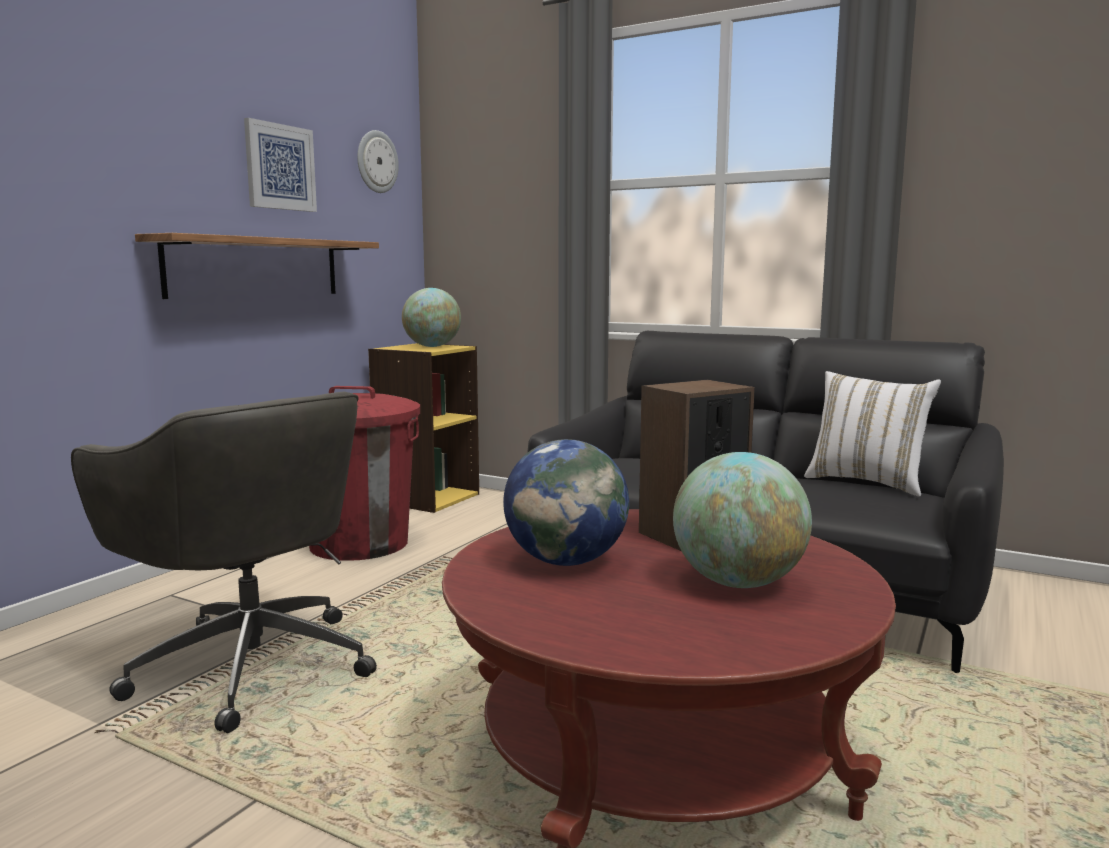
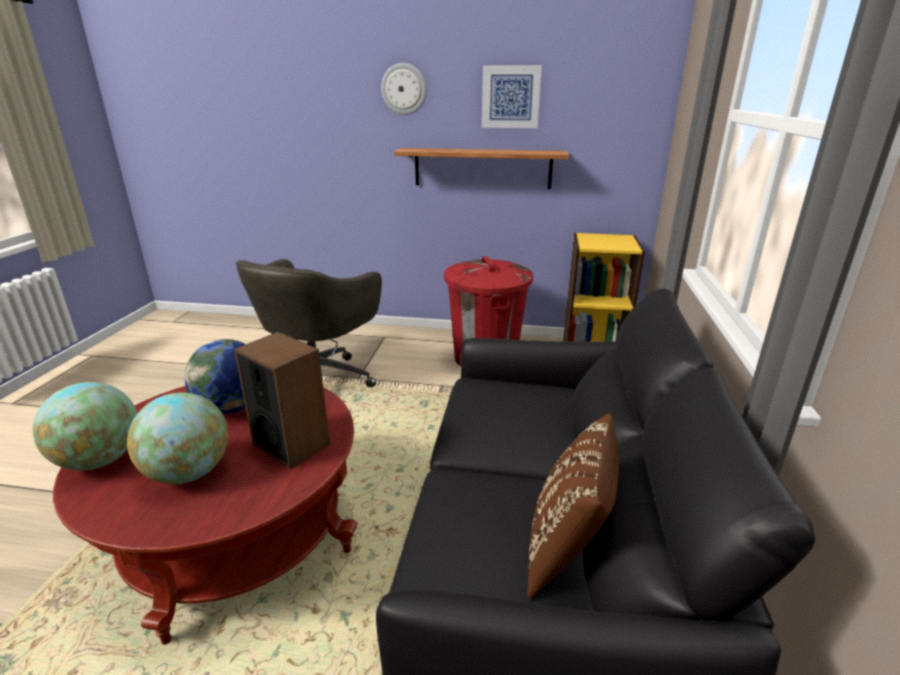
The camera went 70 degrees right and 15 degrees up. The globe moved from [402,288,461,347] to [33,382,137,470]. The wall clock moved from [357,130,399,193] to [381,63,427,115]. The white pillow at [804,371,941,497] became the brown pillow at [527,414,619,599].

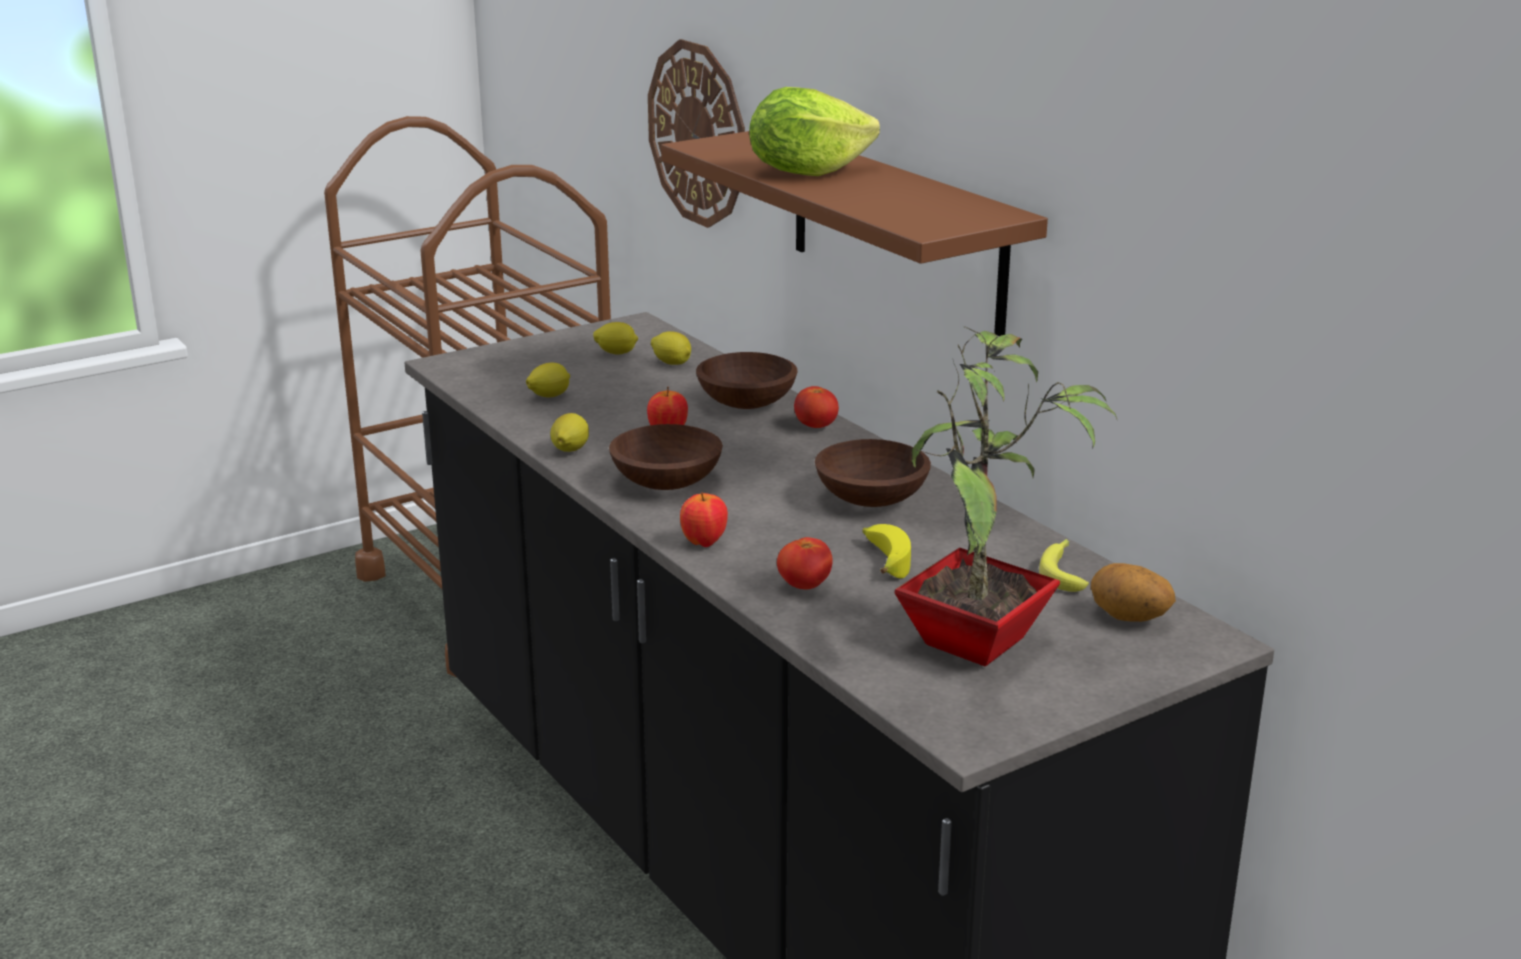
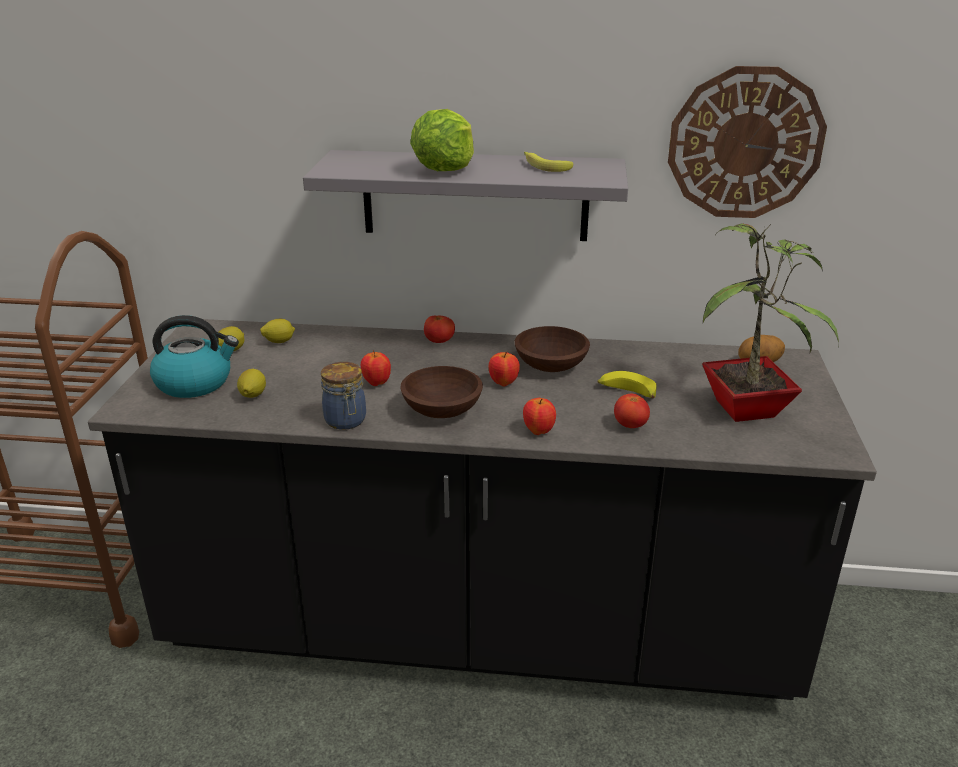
The camera went 50 degrees left and 5 degrees up. The kettle at [150,315,239,398] appeared. The brown shelf at [662,131,1048,336] became the grey shelf at [303,150,628,241]. The lemon at [550,413,589,452] was replaced by the jar at [321,362,366,430]. The apple at [489,352,520,386] appeared. The banana moved from [1039,539,1089,592] to [524,152,573,172]. The wall clock moved from [648,39,745,228] to [668,66,827,218]. The brown bowl at [696,352,798,409] disappeared.

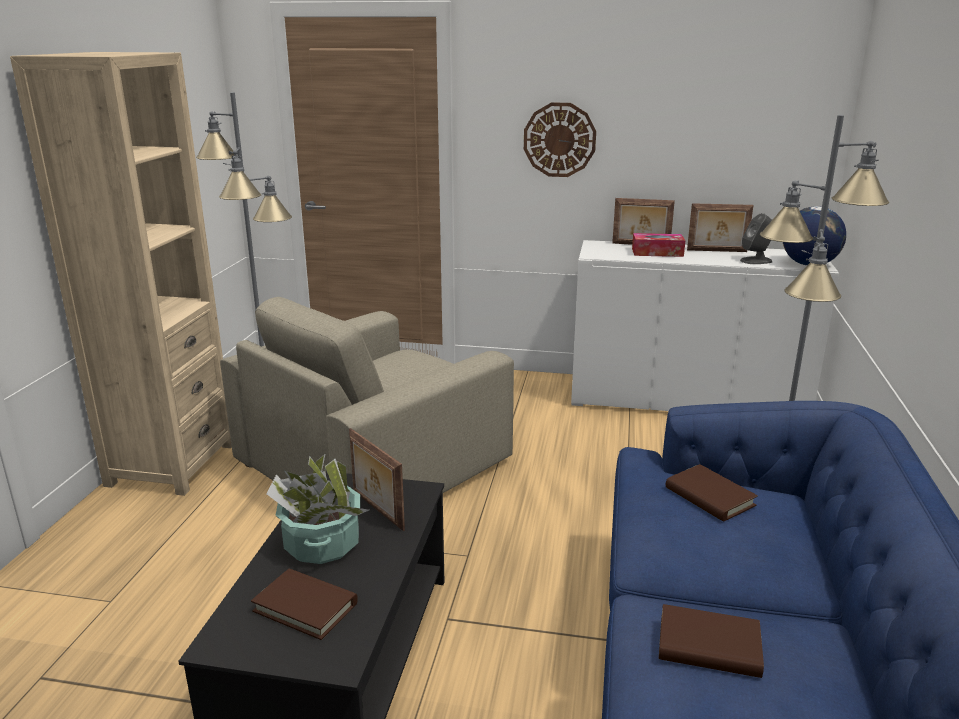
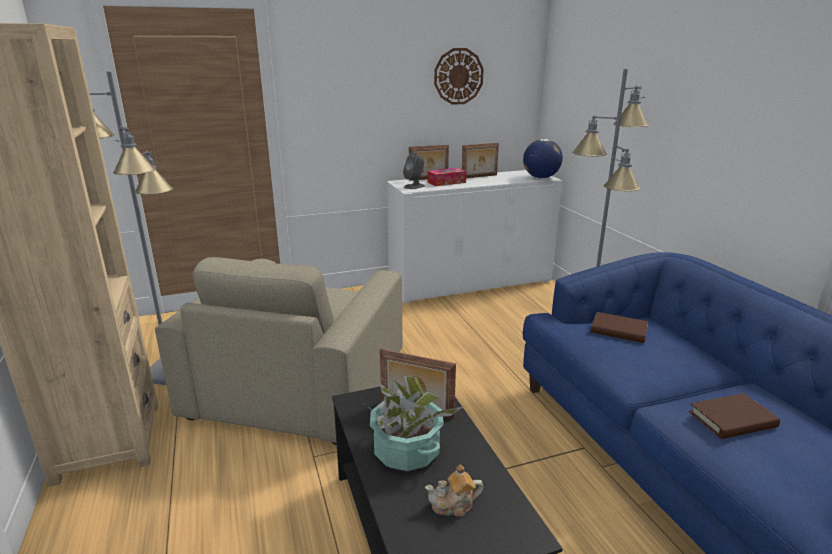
The camera went 30 degrees left and 0 degrees up. The grey speaker moved from [740,213,772,264] to [403,152,425,189]. The brown book at [251,569,358,640] was replaced by the teapot at [425,464,483,517]. The wall clock moved from [524,102,596,177] to [434,48,484,105].

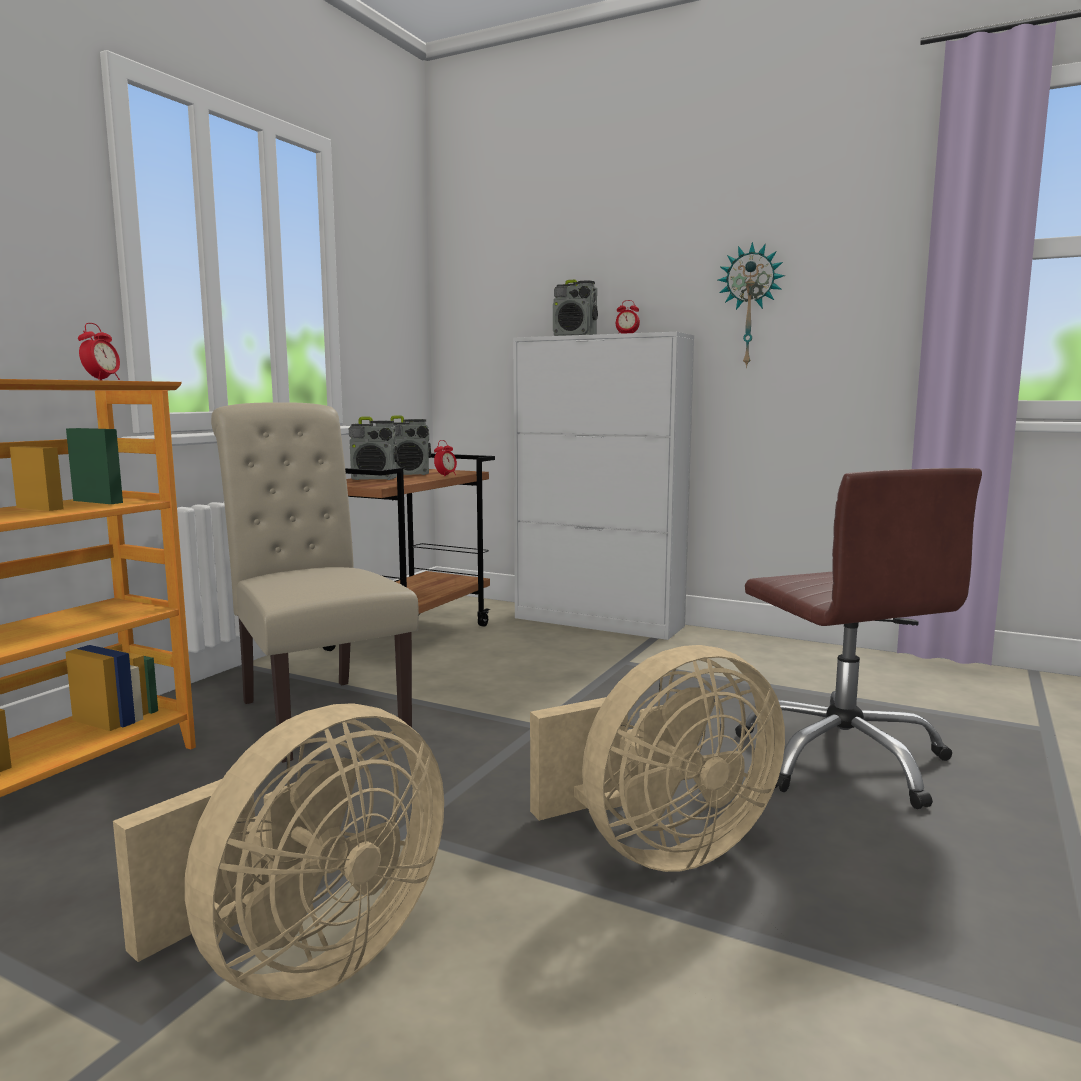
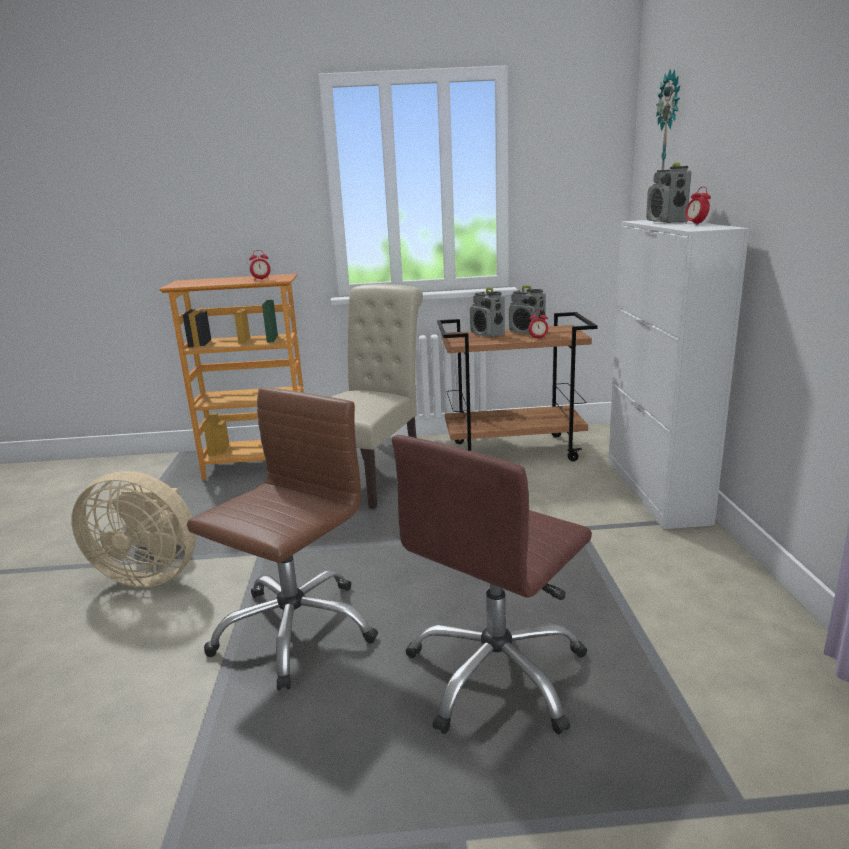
The camera went 60 degrees right and 10 degrees up. The beige fan at [530,645,785,872] was replaced by the brown office chair at [187,387,378,690]. The wall clock moved from [718,242,785,368] to [656,69,680,170].

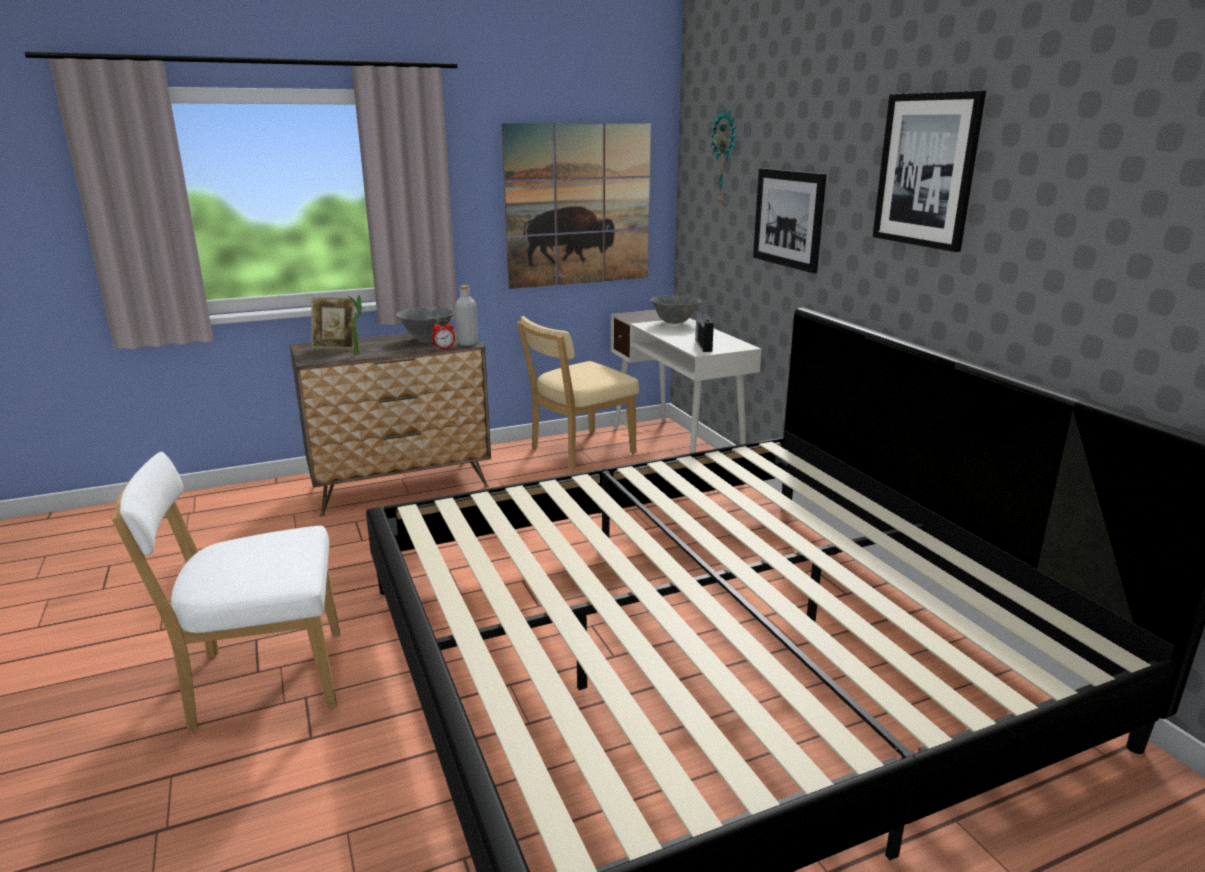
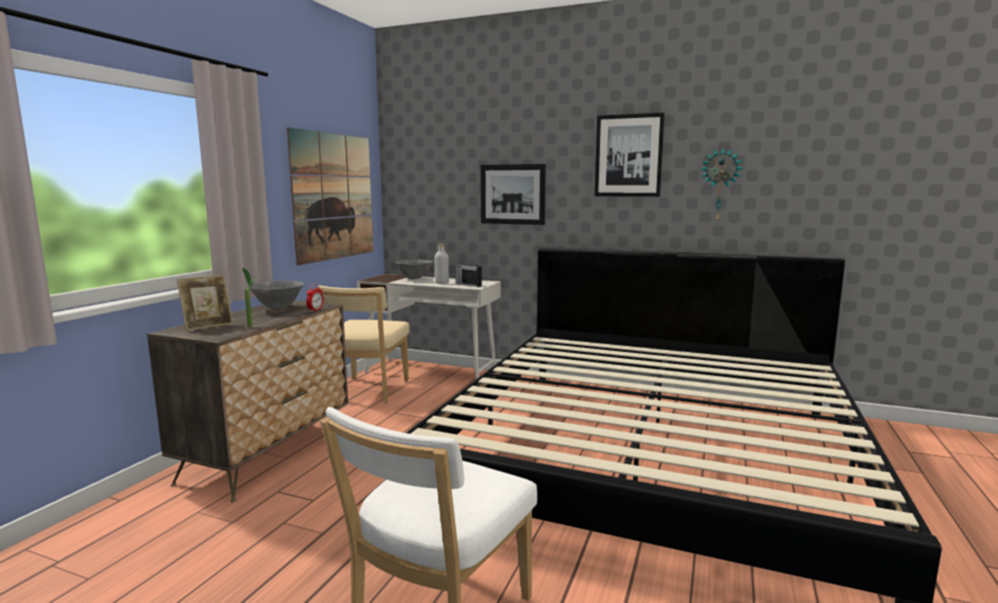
The camera went 45 degrees left and 10 degrees down. The grey bottle moved from [455,285,478,346] to [434,244,449,284]. The wall clock moved from [711,109,737,203] to [701,148,744,223].

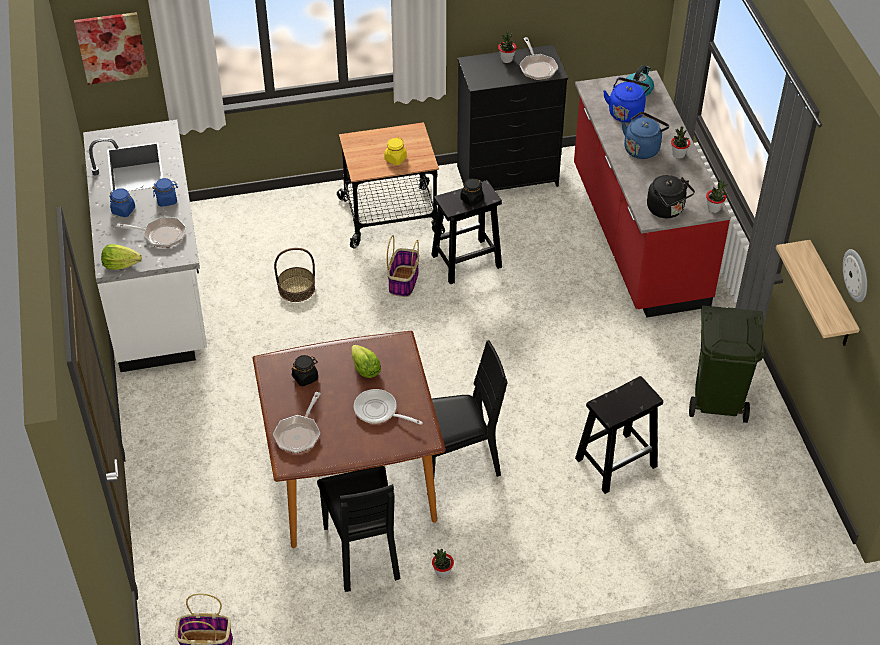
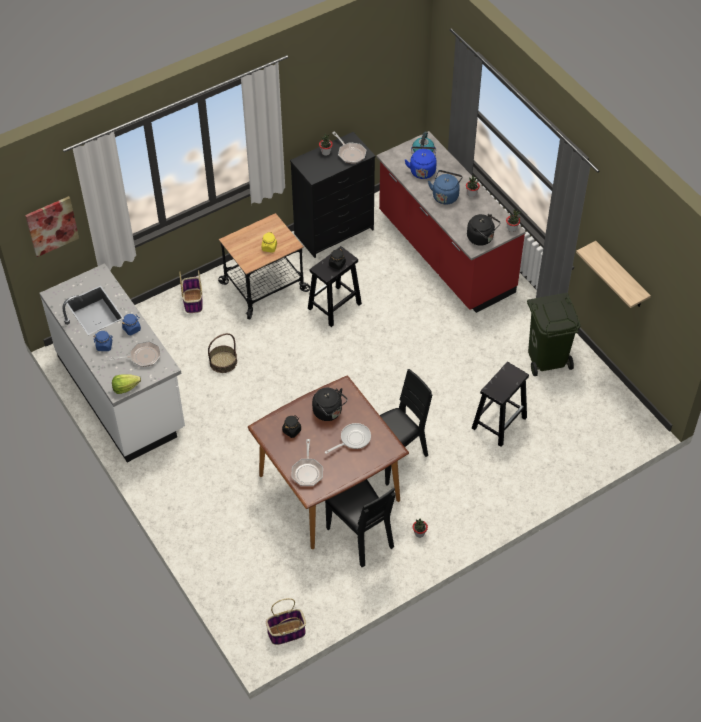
The camera went 20 degrees left and 5 degrees up. The basket moved from [387,235,419,297] to [179,270,203,313]. The lettuce at [351,345,381,378] was replaced by the black kettle at [312,388,348,421]. The frying pan at [354,389,423,425] turned 135 degrees clockwise. The wall clock at [843,249,867,302] disappeared.

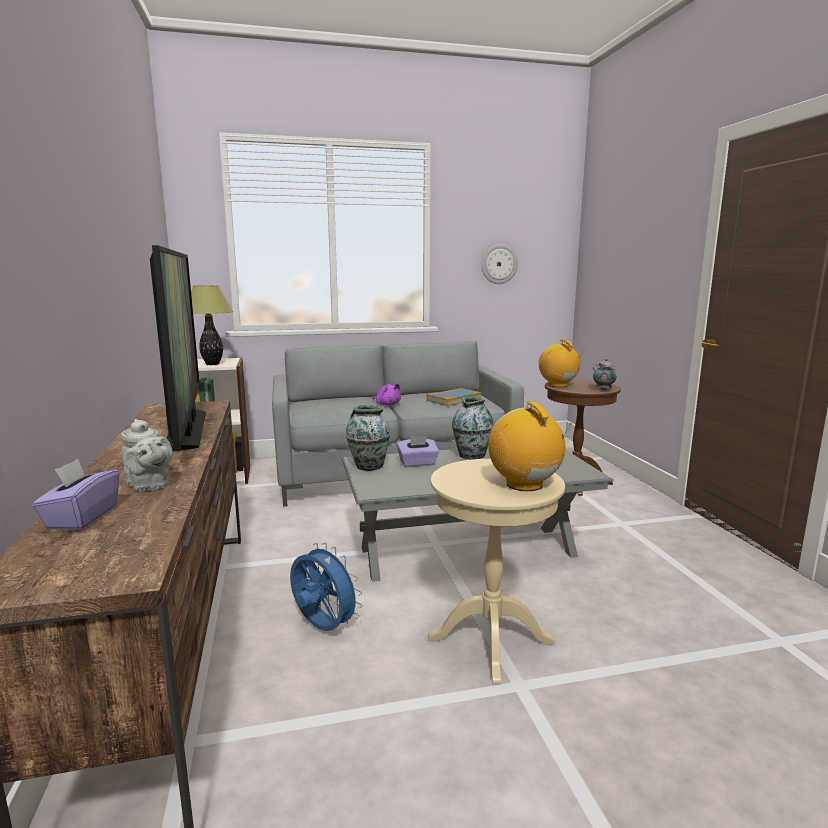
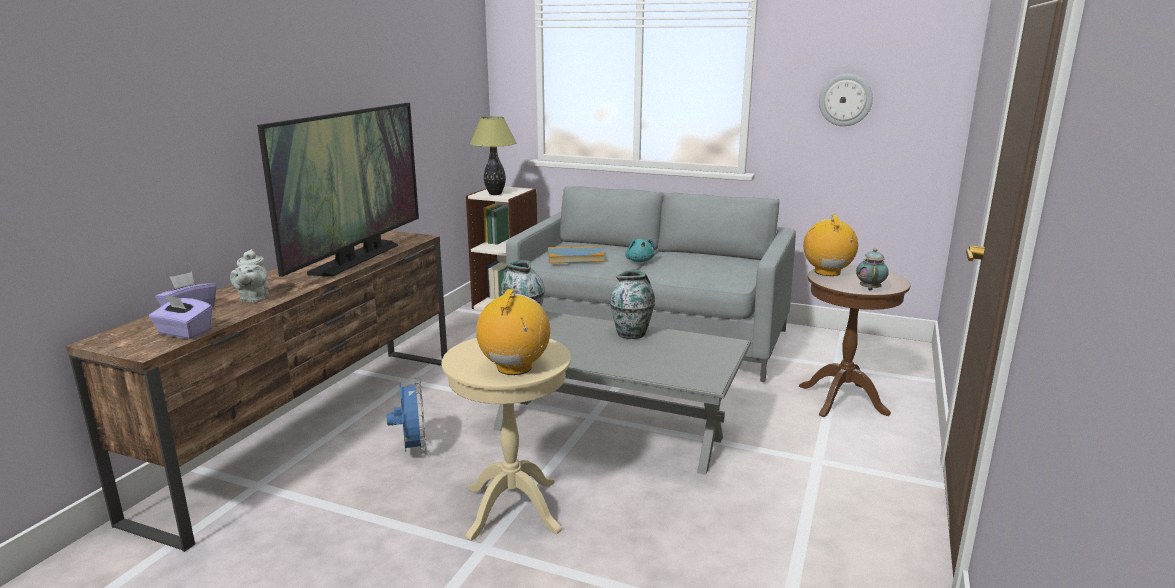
The camera went 35 degrees right and 5 degrees up. The purple tissue box moved from [397,436,439,467] to [149,295,213,339]. The book moved from [427,388,482,406] to [548,246,604,264]. The purple plush toy at [372,383,401,406] became the turquoise plush toy at [625,239,654,262].

